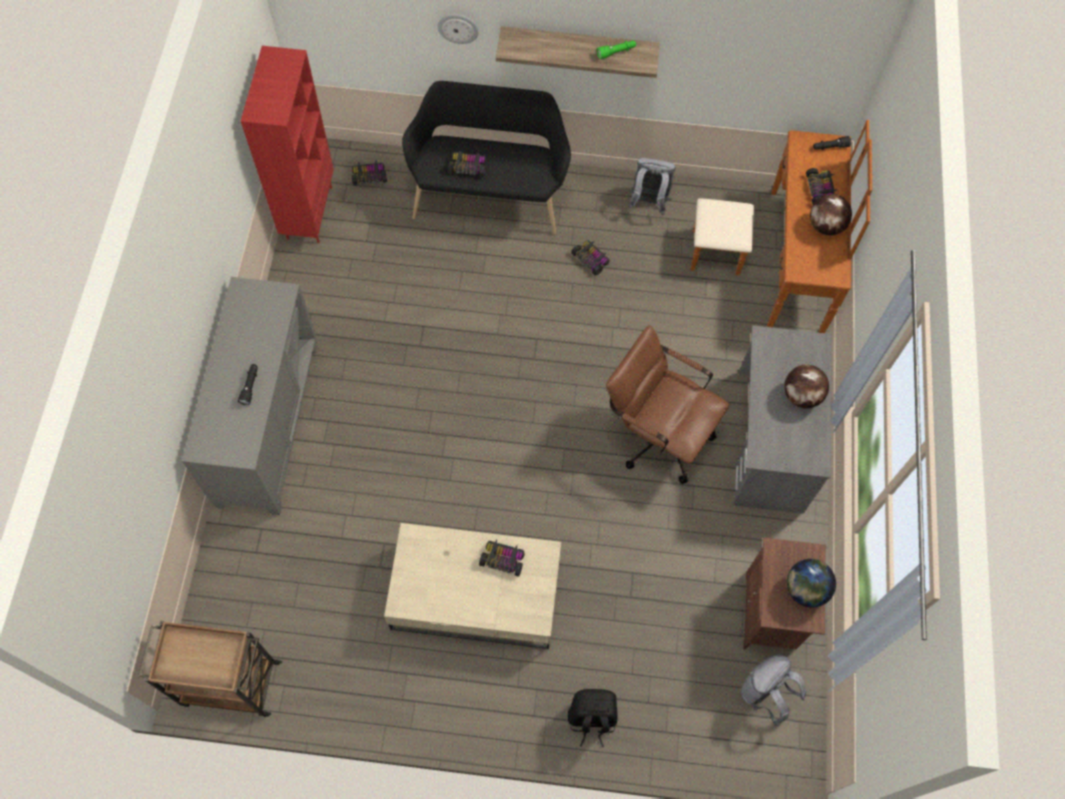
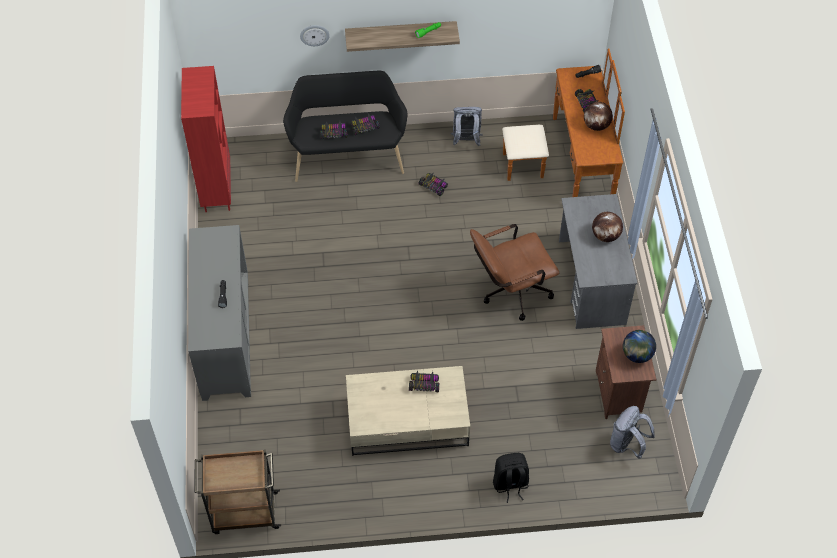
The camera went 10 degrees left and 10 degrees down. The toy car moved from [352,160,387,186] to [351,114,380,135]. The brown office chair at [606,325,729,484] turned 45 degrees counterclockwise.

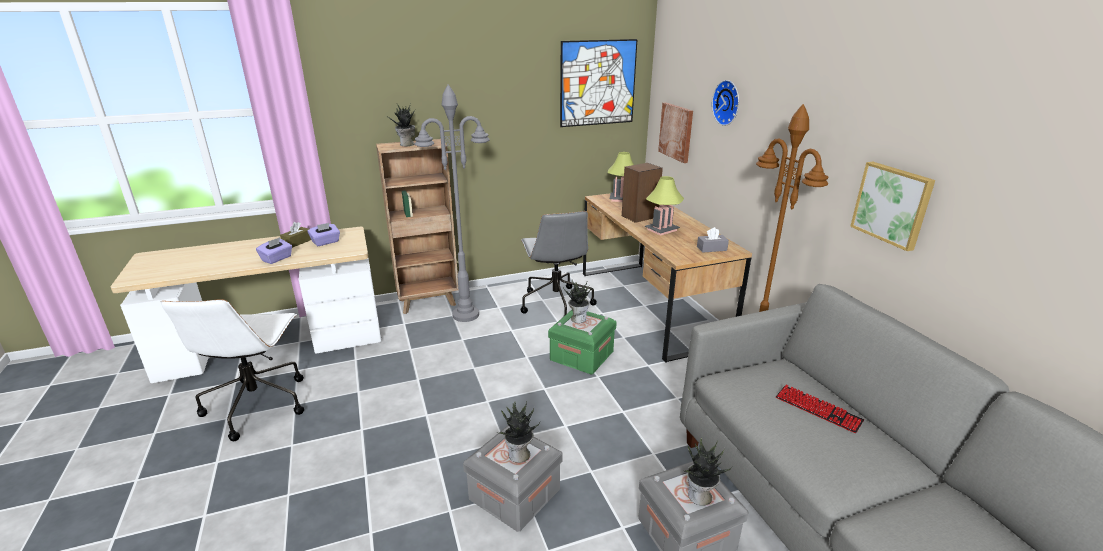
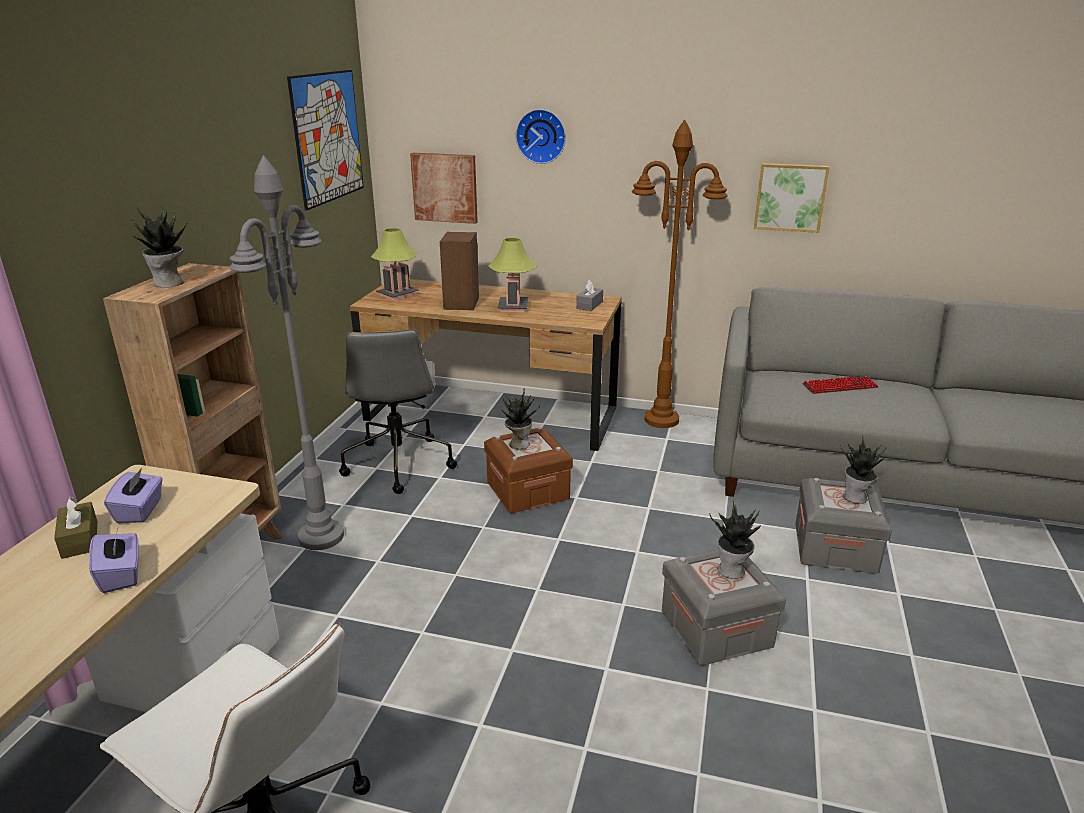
The camera went 55 degrees left and 0 degrees up. The grey office chair at [520,211,597,317] turned 60 degrees clockwise. The green storage box at [548,310,617,375] became the brown storage box at [484,427,573,513].

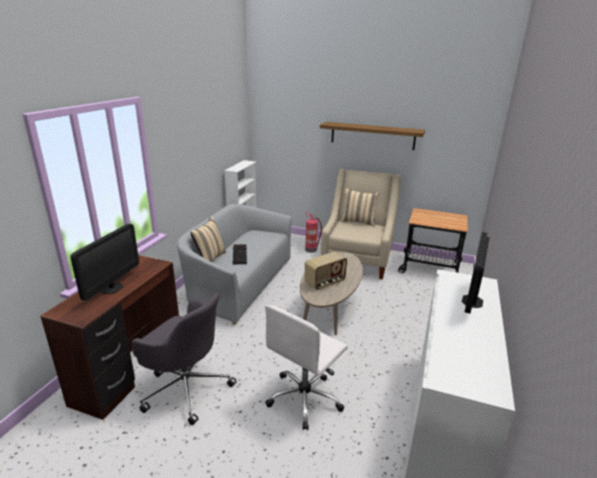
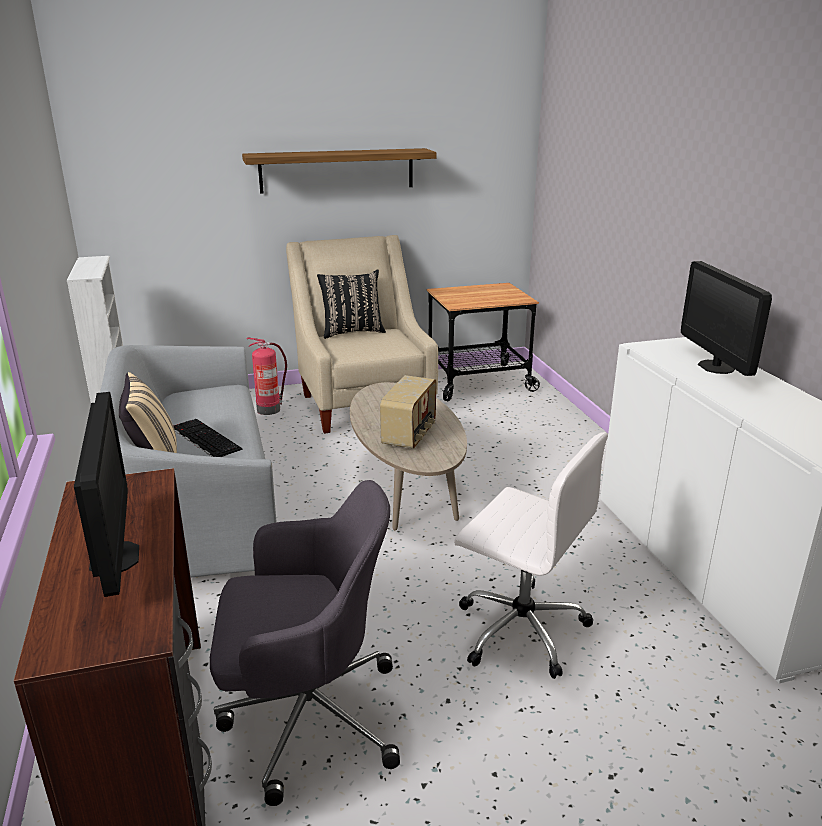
The camera went 35 degrees left and 0 degrees up. The beige pillow at [341,188,379,227] became the black pillow at [317,269,386,339]. The white office chair at [265,305,348,430] turned 60 degrees counterclockwise.

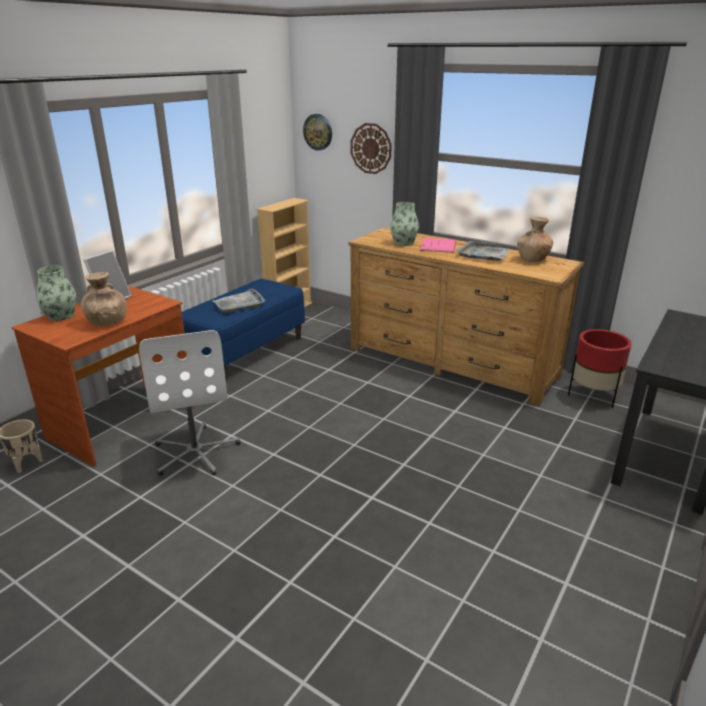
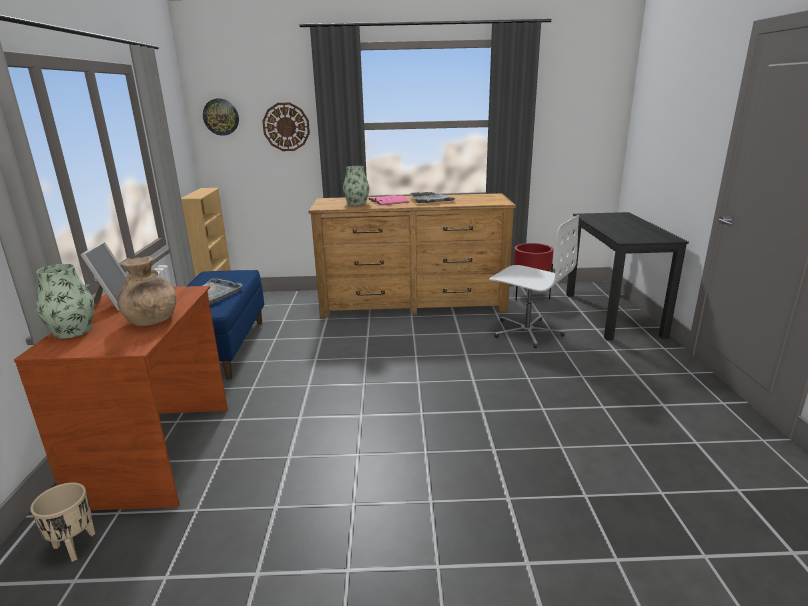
The camera went 35 degrees left and 5 degrees down. The white office chair moved from [139,330,241,476] to [489,215,579,348]. The brown vase at [517,216,553,262] disappeared.

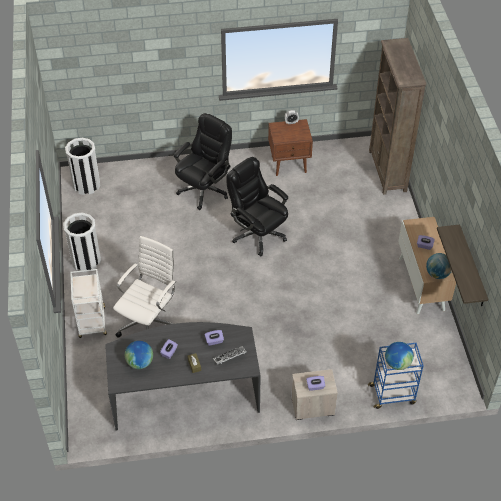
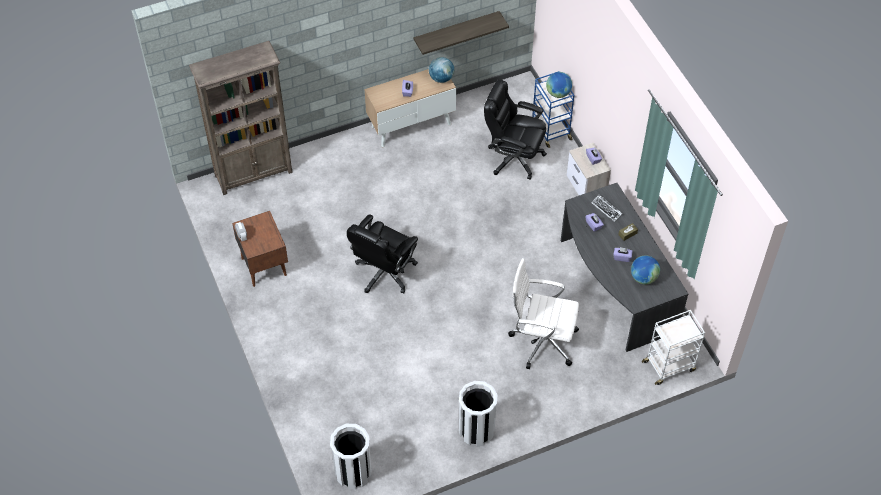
The camera went 105 degrees left and 5 degrees up. The black office chair moved from [174,113,232,210] to [484,79,547,180]. The white cart moved from [70,269,107,338] to [642,310,705,385].

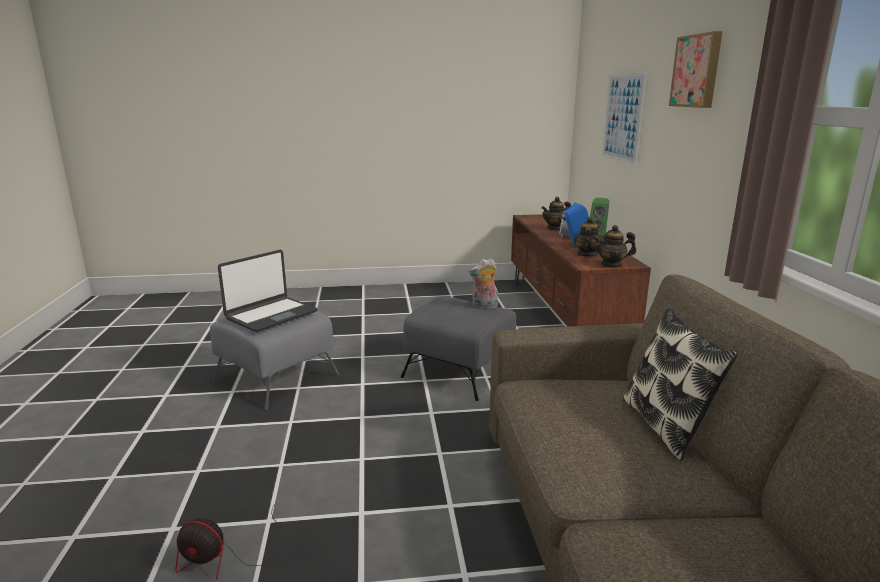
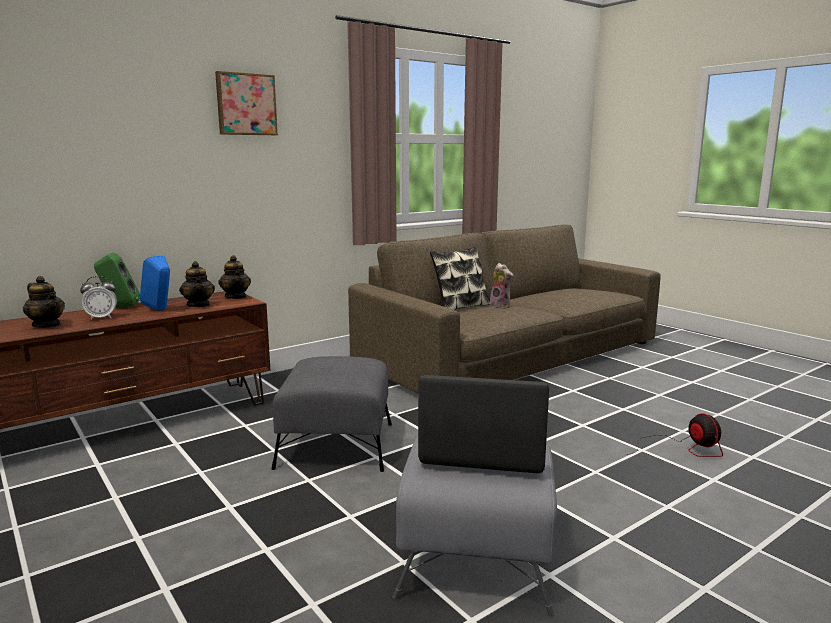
The camera went 120 degrees left and 5 degrees down. The teapot at [574,217,603,256] turned 105 degrees counterclockwise. The plush toy moved from [469,258,498,309] to [490,263,513,308]. The picture at [602,73,647,165] disappeared.

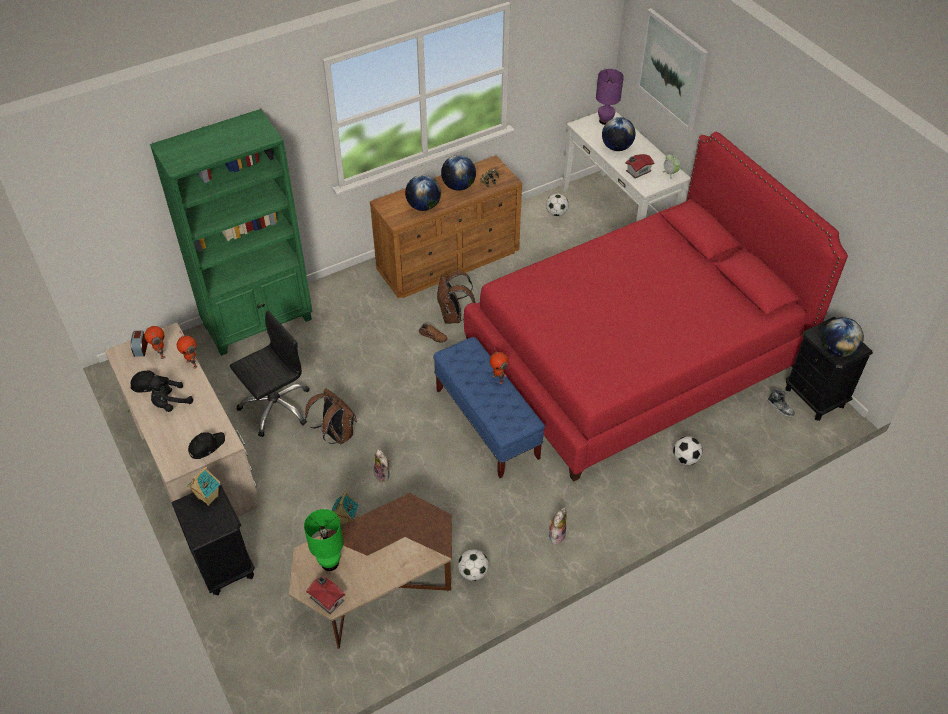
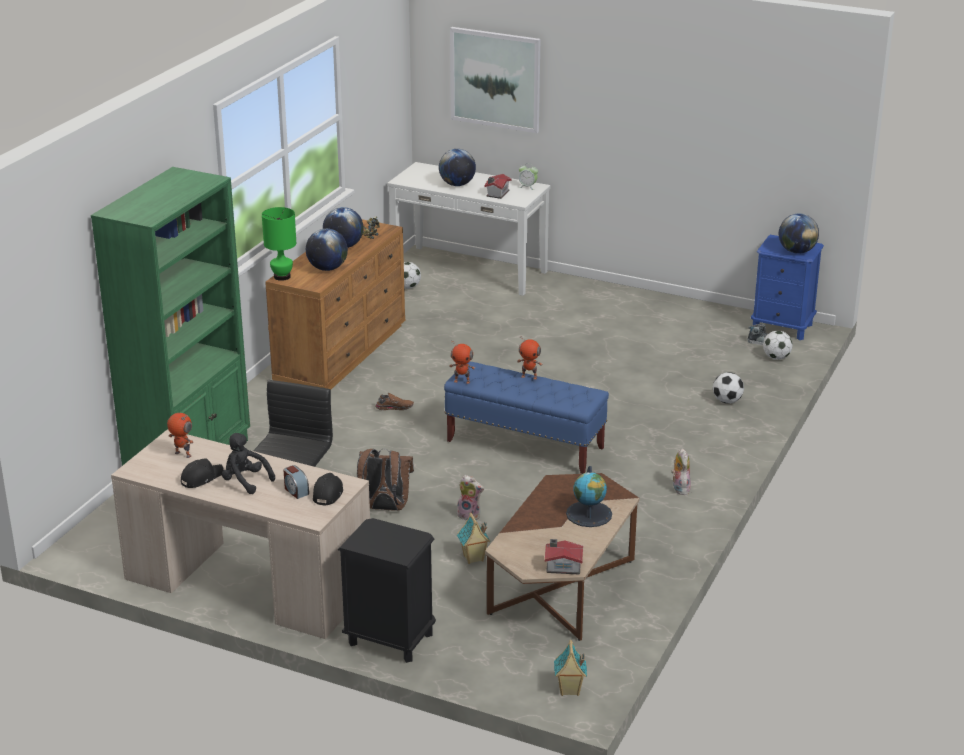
The camera went 35 degrees left and 20 degrees down. The black plush toy at [146,376,193,412] turned 105 degrees clockwise. The green table lamp moved from [304,509,344,571] to [262,207,296,281]. The alarm clock moved from [130,330,148,357] to [284,465,309,499]. The toy robot moved from [177,330,197,369] to [449,341,475,384]. The toy house moved from [187,466,221,506] to [554,640,587,696]. The globe at [566,466,612,527] appeared. The black nightstand at [786,317,873,421] became the blue nightstand at [751,235,824,340]. The football moved from [458,549,489,581] to [763,331,793,360]. The brown backpack at [437,271,476,324] disappeared. The red bed at [464,132,848,482] disappeared. The purple table lamp at [596,69,624,125] disappeared.

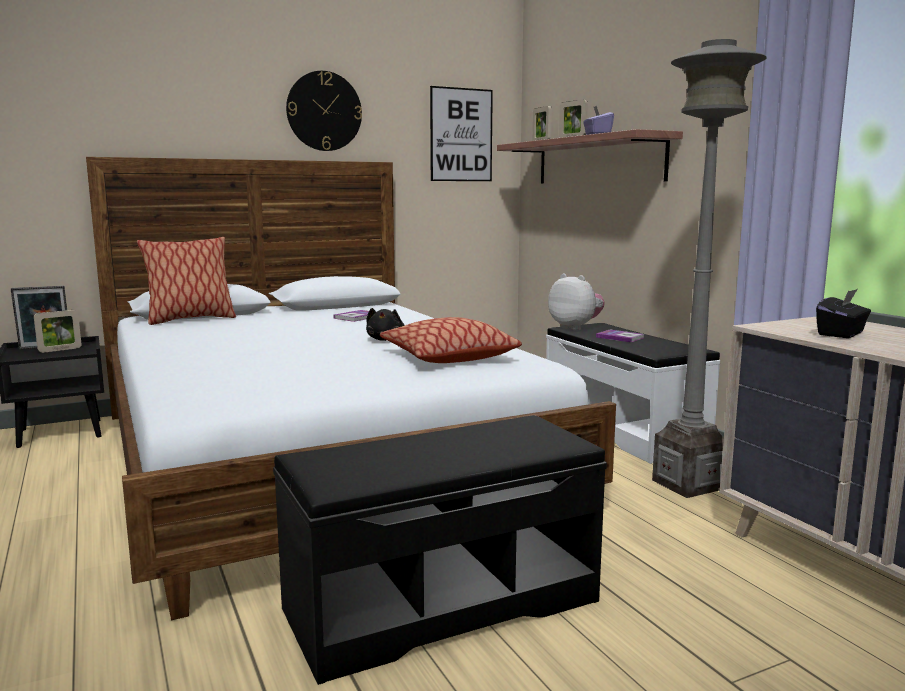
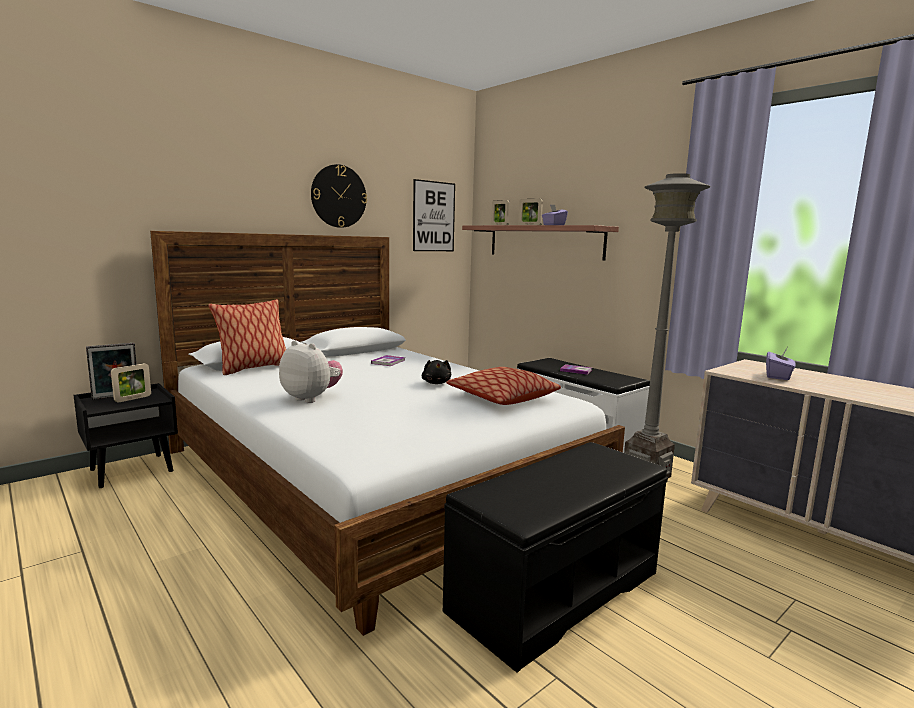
The camera went 15 degrees left and 0 degrees up. The plush toy moved from [548,274,605,330] to [279,340,343,403]. The black tissue box at [816,289,871,338] became the purple tissue box at [766,348,796,380].

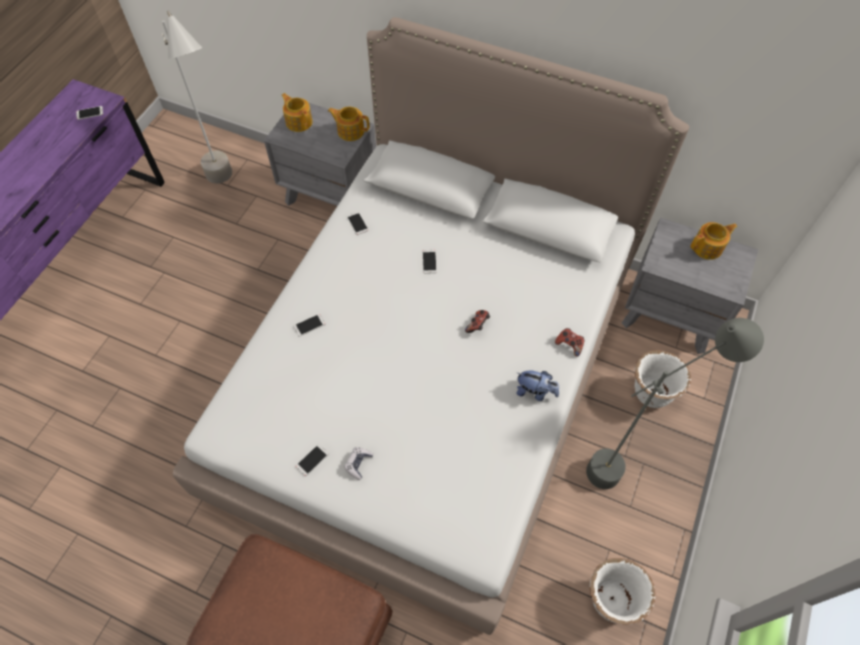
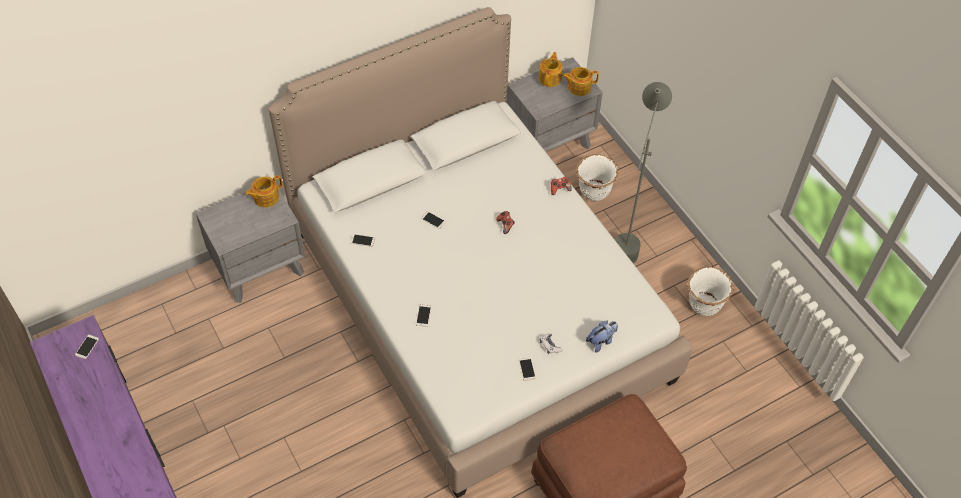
The camera went 55 degrees left and 5 degrees down. The teapot moved from [282,93,313,132] to [562,67,599,96]. The plush toy moved from [516,371,559,401] to [586,321,618,353]. The grey floor lamp at [162,11,232,183] disappeared.

